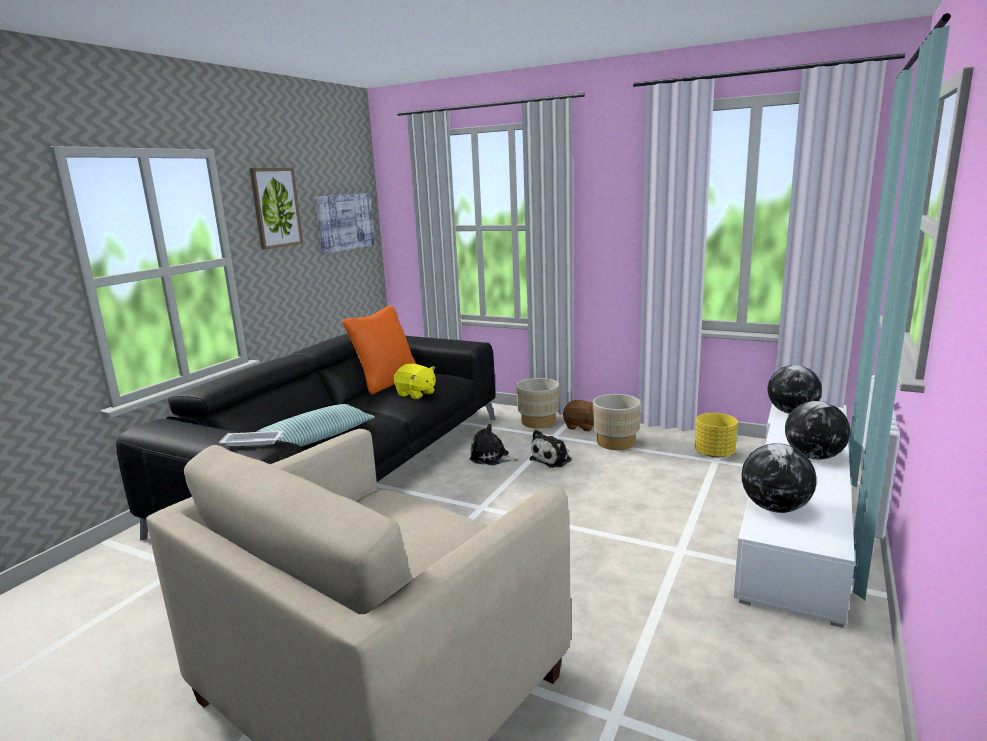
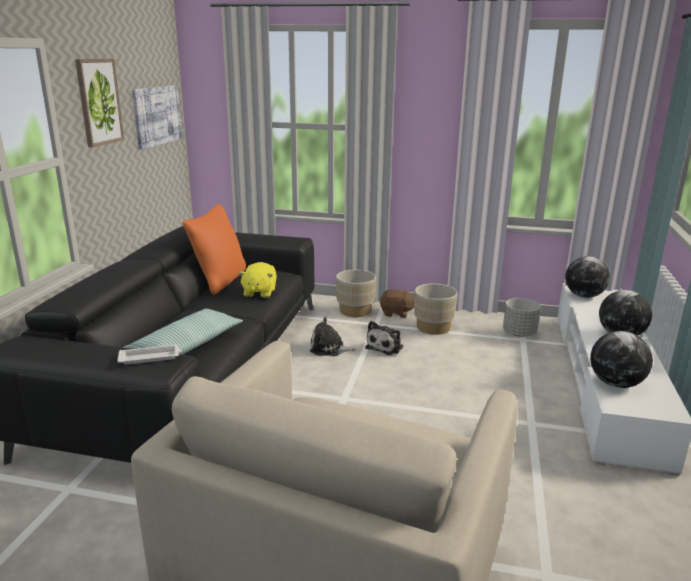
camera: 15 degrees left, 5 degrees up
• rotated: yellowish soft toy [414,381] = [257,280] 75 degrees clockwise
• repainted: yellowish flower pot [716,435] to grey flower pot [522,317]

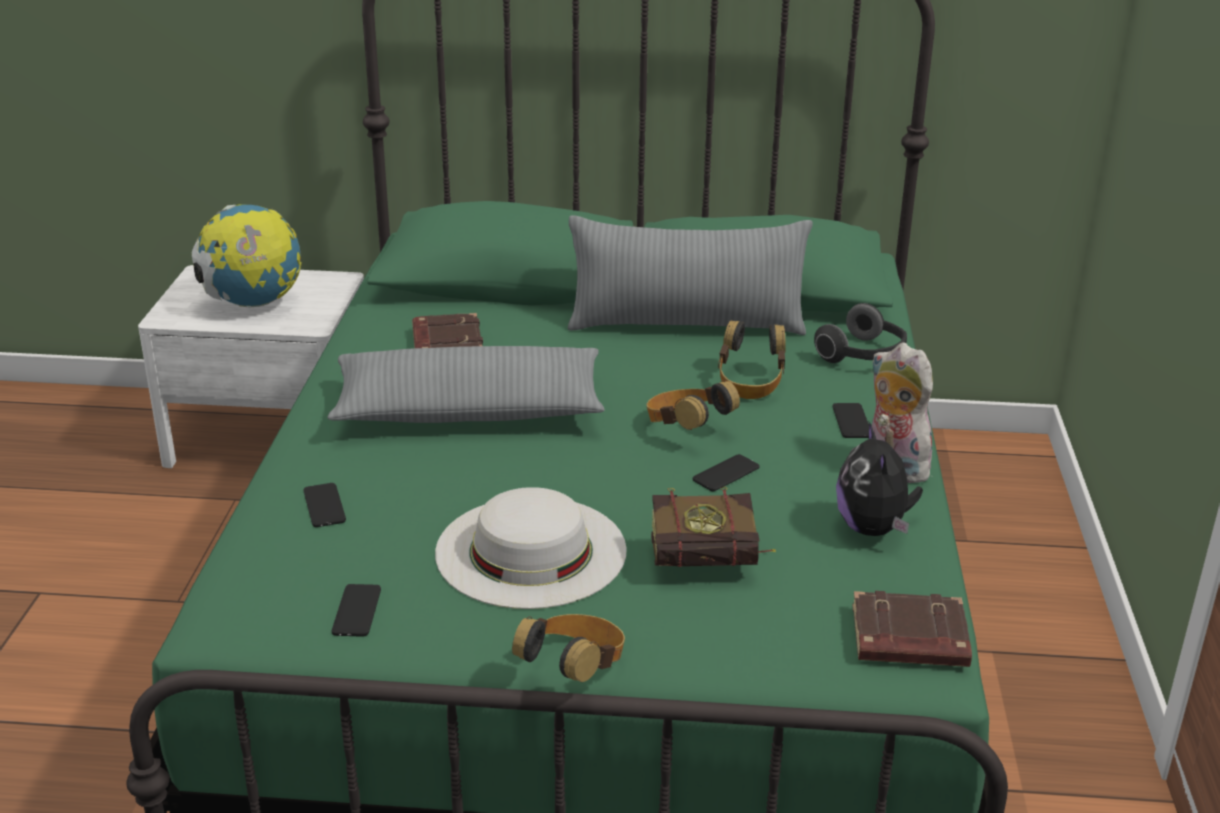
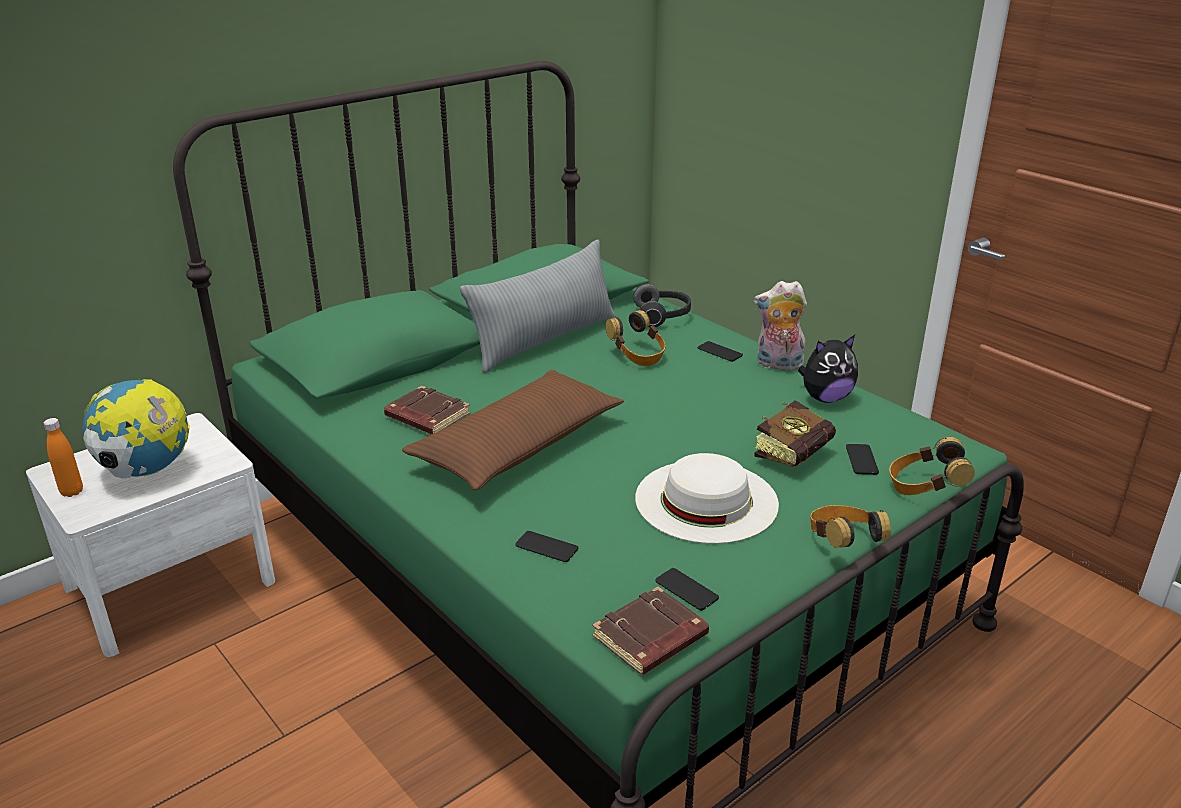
camera: 45 degrees left, 0 degrees up
• repainted: grey throw pillow [466,384] to brown-coloured throw pillow [513,430]
• shifted: pair of headphones [693,405] to [932,466]
• shifted: handset [726,473] to [862,459]
• rotated: soft toy [879,478] = [828,369] 60 degrees counterclockwise
• shifted: brown-coloured volume [912,629] to [650,631]
• new: orange-coloured beverage bottle [63,457]

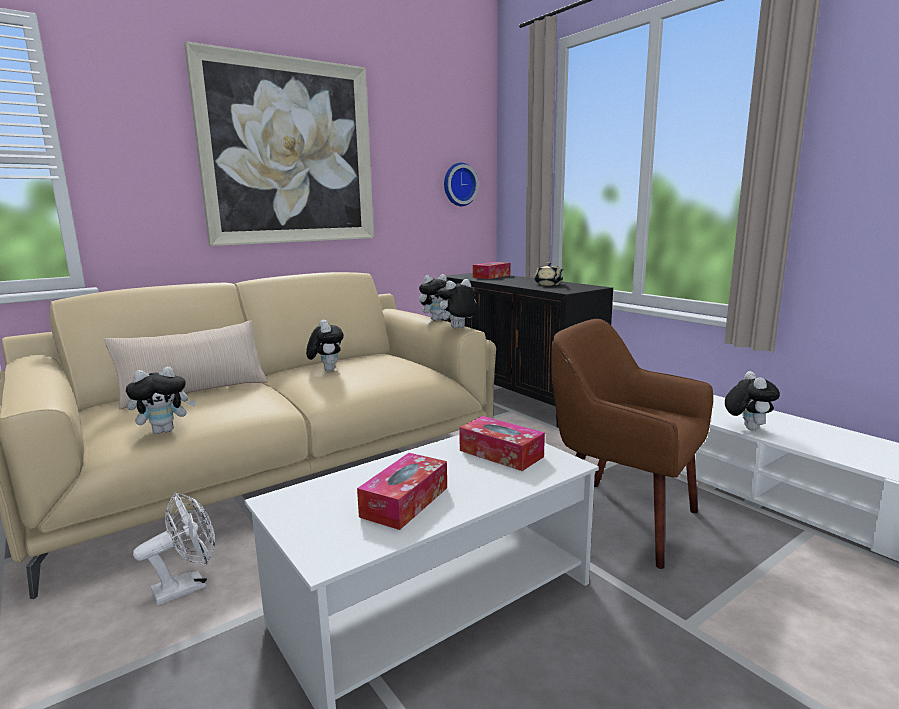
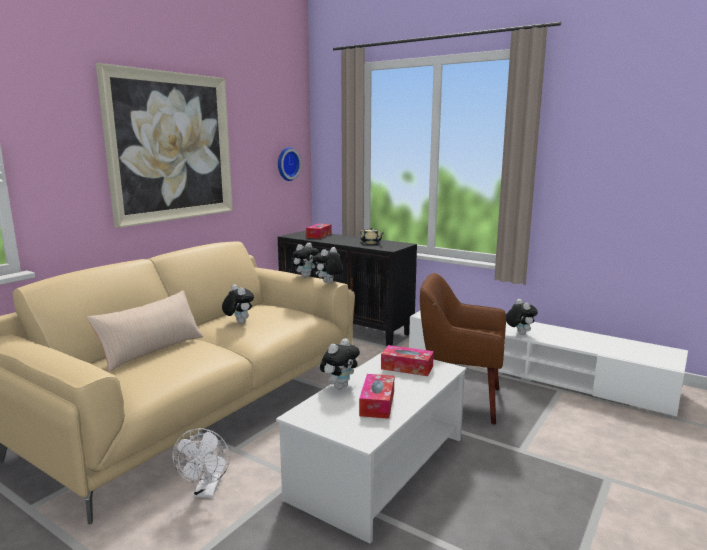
camera: 20 degrees left, 0 degrees up
• shifted: soft toy [161,400] to [340,363]
• rotated: white-coloured cooling fan [174,549] = [201,463] 150 degrees clockwise

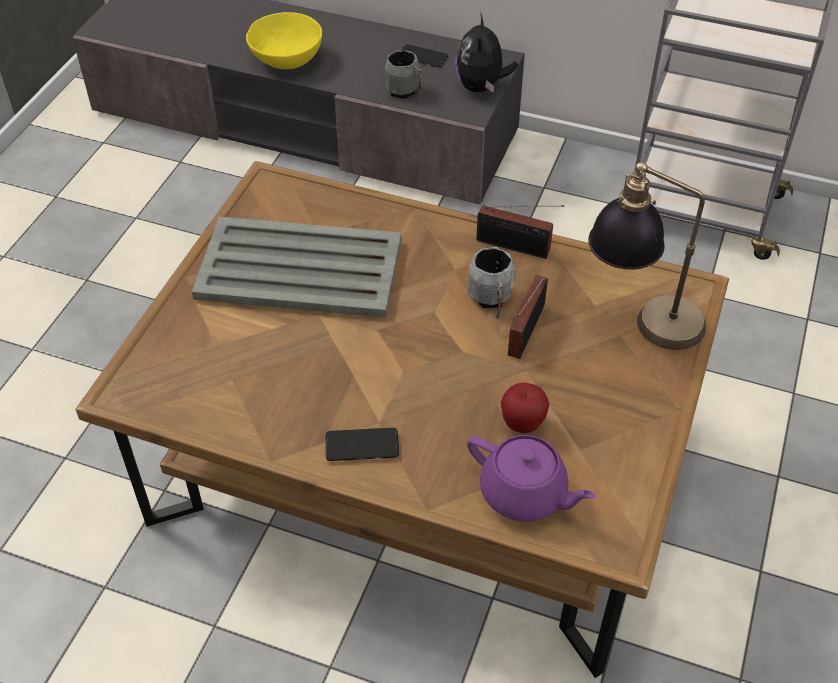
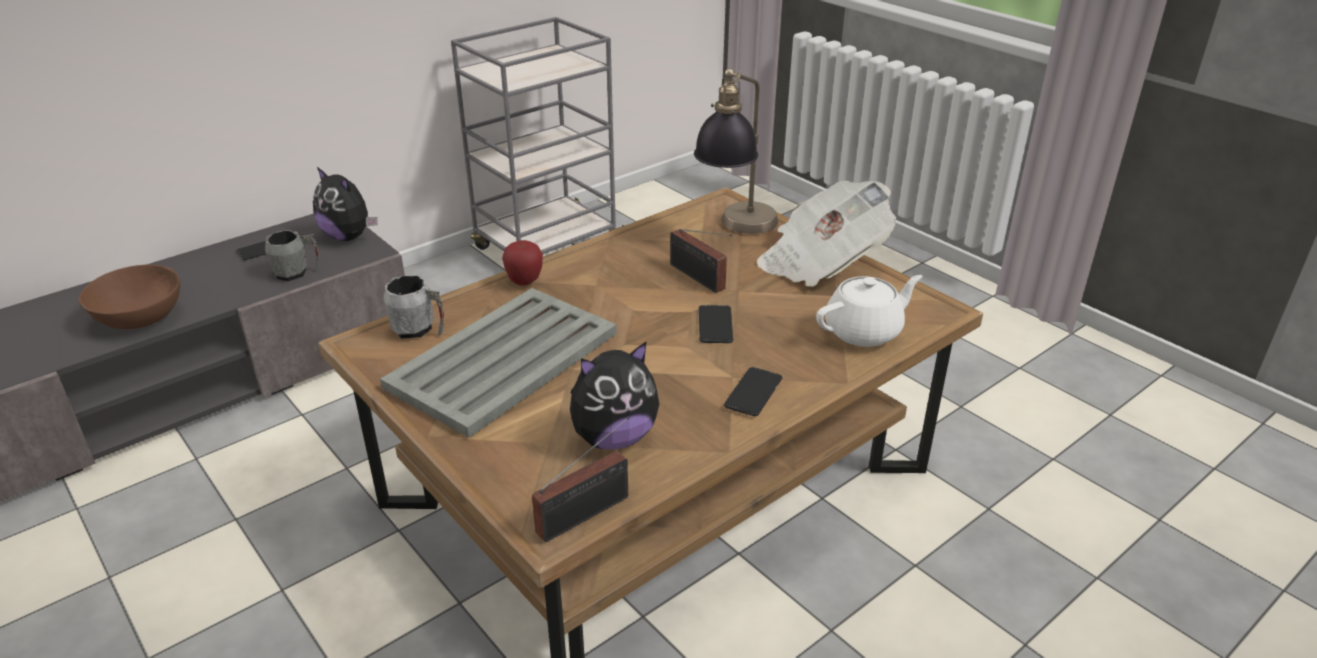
camera: 60 degrees left, 15 degrees down
• repainted: yellowish bowl [284,41] to brown-coloured bowl [129,297]
• repainted: purple-coloured teapot [531,478] to white-coloured teapot [869,311]
• shifted: grey tea mug [491,283] to [414,307]
• shifted: radio set [520,232] to [581,479]
• shifted: apple [525,408] to [522,263]
• new: soft toy [614,396]
• new: handset [716,324]
• new: newspaper [826,233]

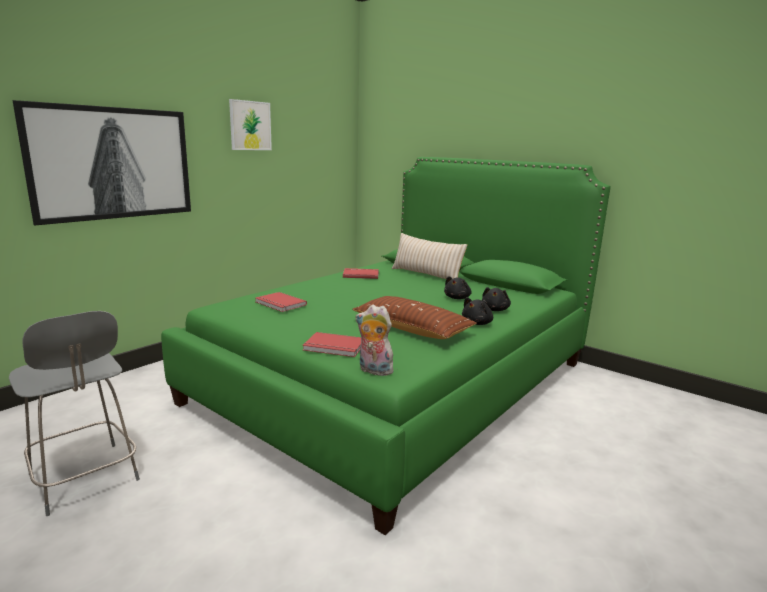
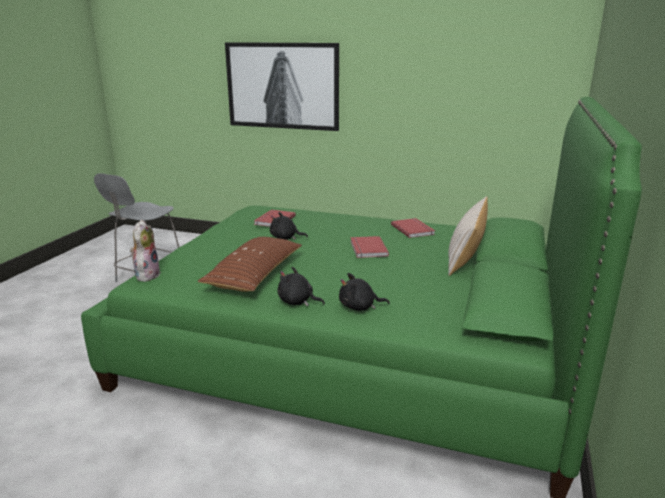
camera: 70 degrees right, 5 degrees up
• gone: picture [250,124]
• shifted: reddish volume [331,344] to [369,247]
• shifted: black soft toy [458,287] to [289,226]

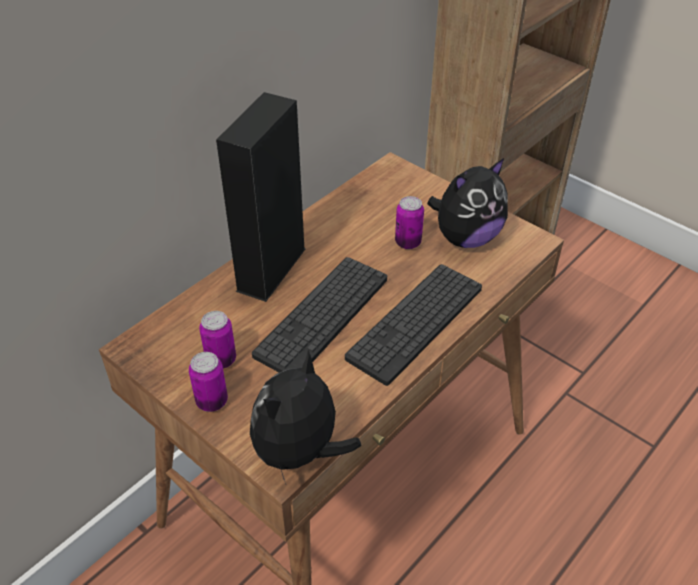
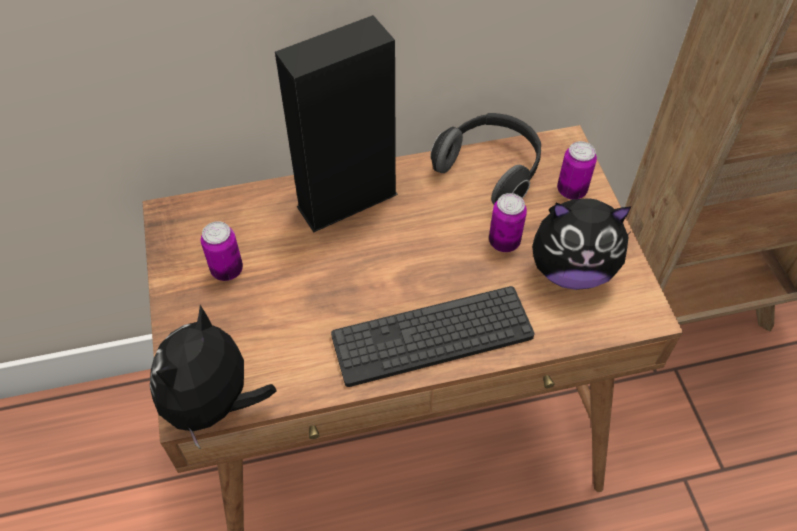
camera: 35 degrees right, 10 degrees up
• shifted: metal can [208,382] to [577,170]
• rotated: soft toy [306,417] = [213,377] 45 degrees counterclockwise
• gone: computer keyboard [319,314]
• new: pair of headphones [485,158]

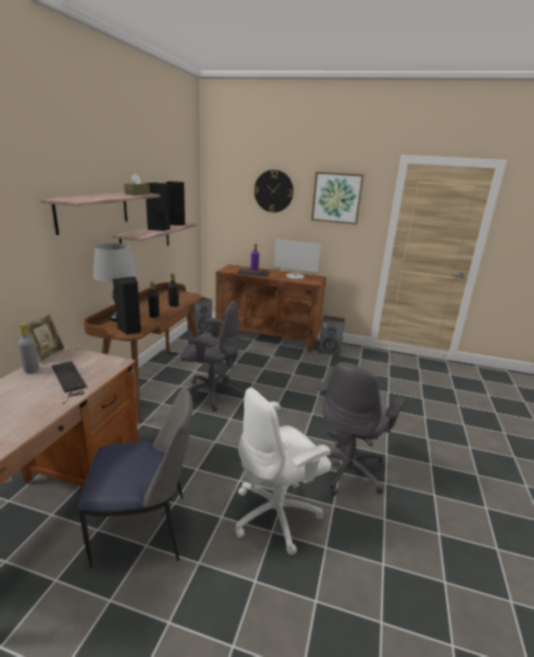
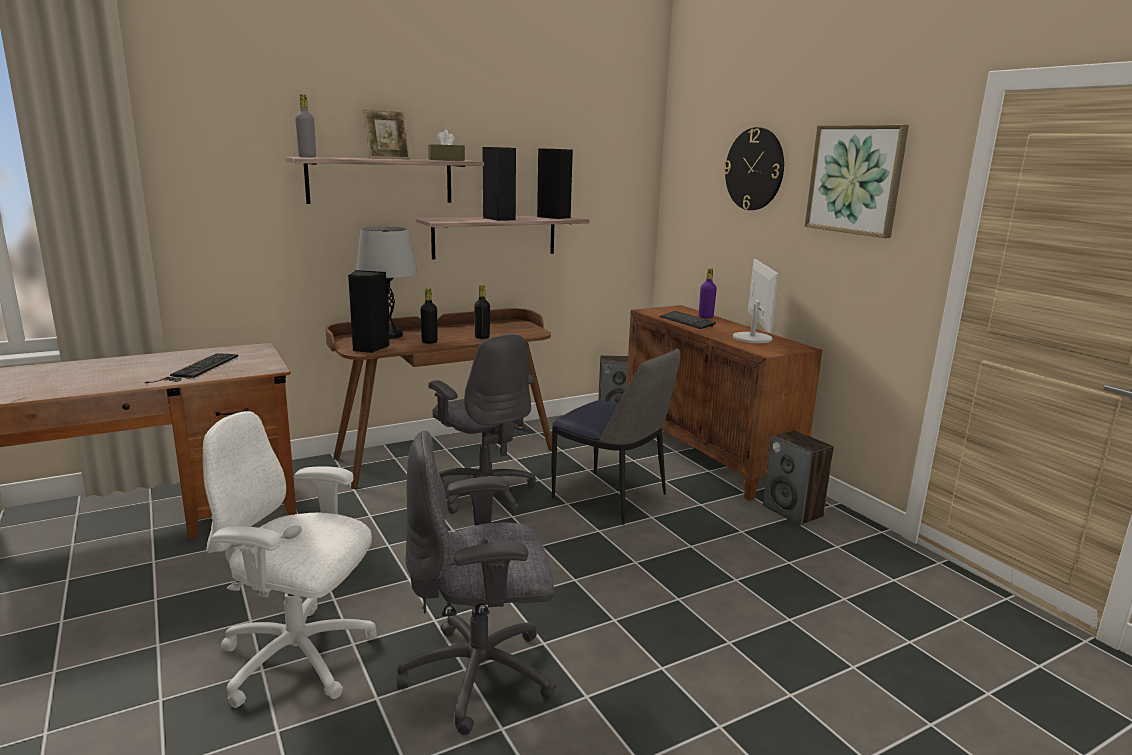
camera: 45 degrees right, 5 degrees down
• shifted: grey beverage bottle [28,349] to [305,125]
• shifted: standing frame [45,338] to [386,134]
• shifted: upright chair [135,477] to [616,436]
• rotated: computer display [297,259] = [756,301] 150 degrees counterclockwise

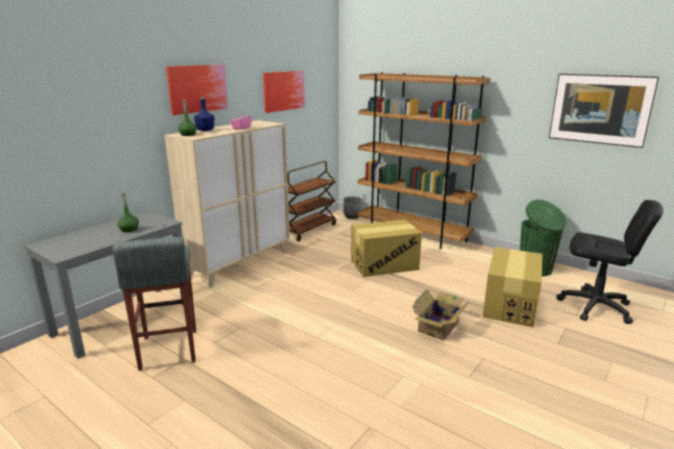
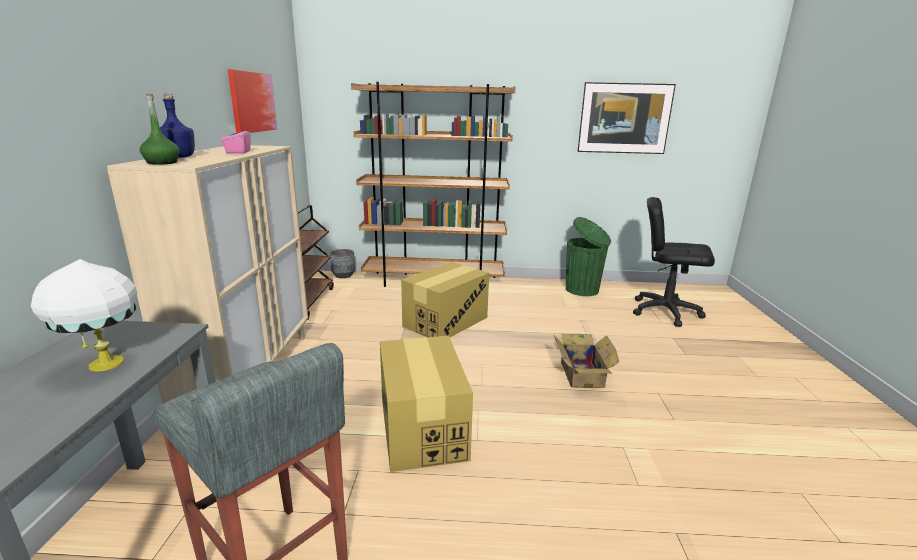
camera: 35 degrees left, 0 degrees up
• swapped: greenish beverage bottle [128,212] to white-coloured tabletop lamp [84,315]
• gone: picture [197,89]
• shifted: cardboard box [512,287] to [426,404]
• rotated: black computer chair [609,262] = [674,262] 150 degrees counterclockwise

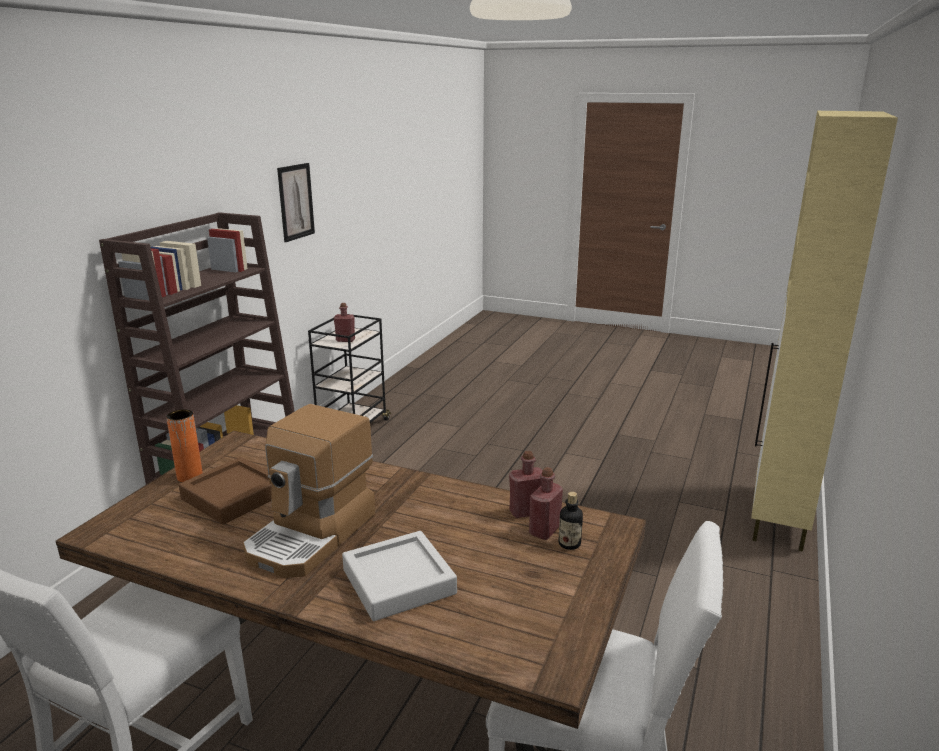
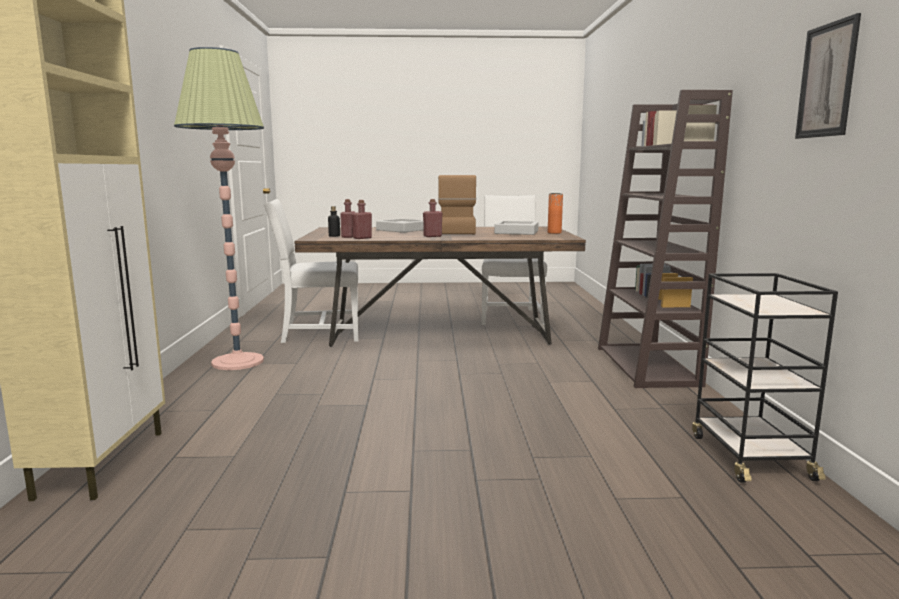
camera: 155 degrees right, 10 degrees down
• repainted: brown-coloured serving tray [225,491] to grey serving tray [516,228]
• shifted: reddish beverage bottle [344,322] to [433,218]
• new: standing lamp [219,208]

